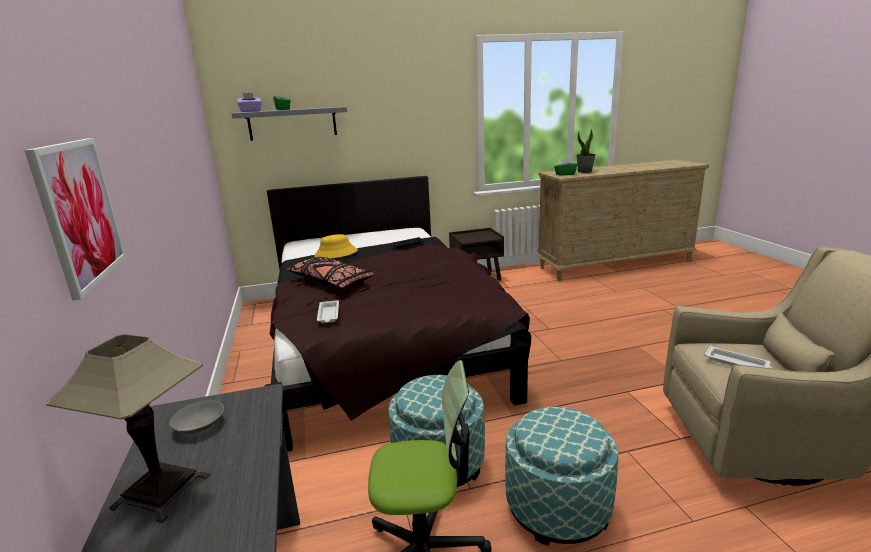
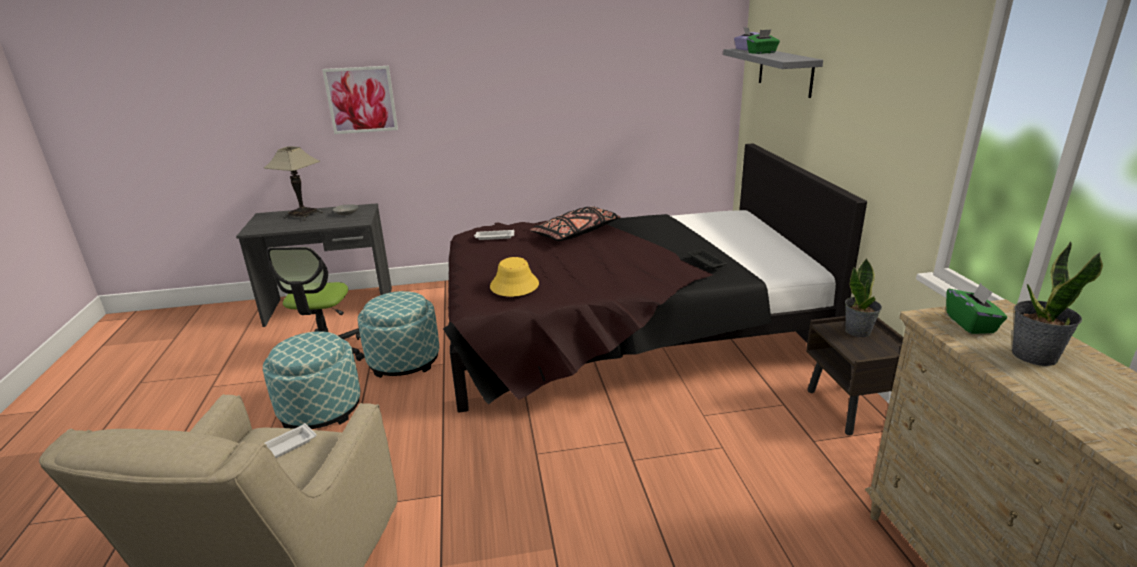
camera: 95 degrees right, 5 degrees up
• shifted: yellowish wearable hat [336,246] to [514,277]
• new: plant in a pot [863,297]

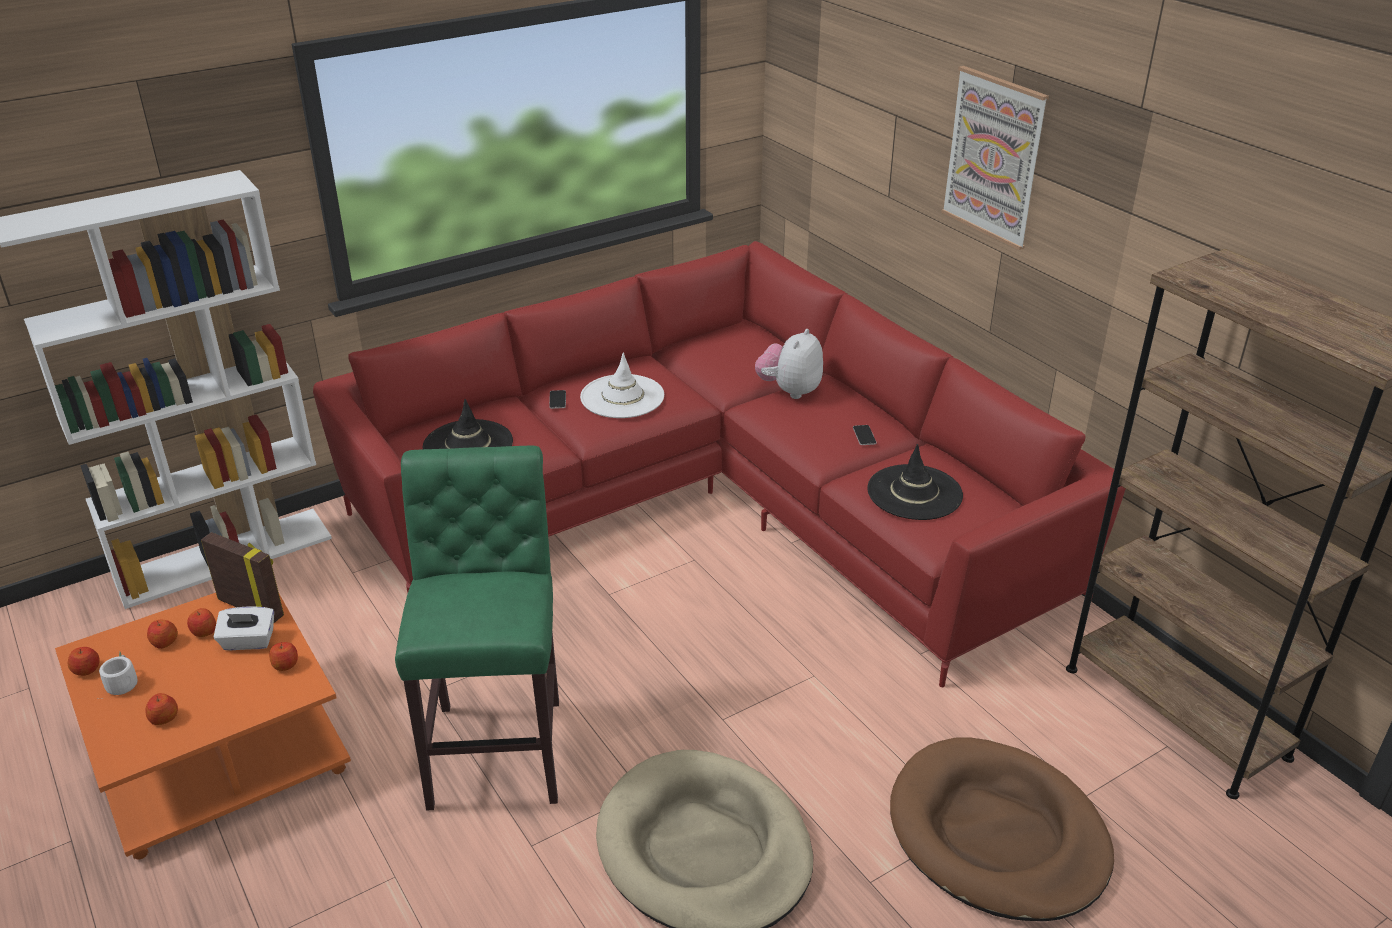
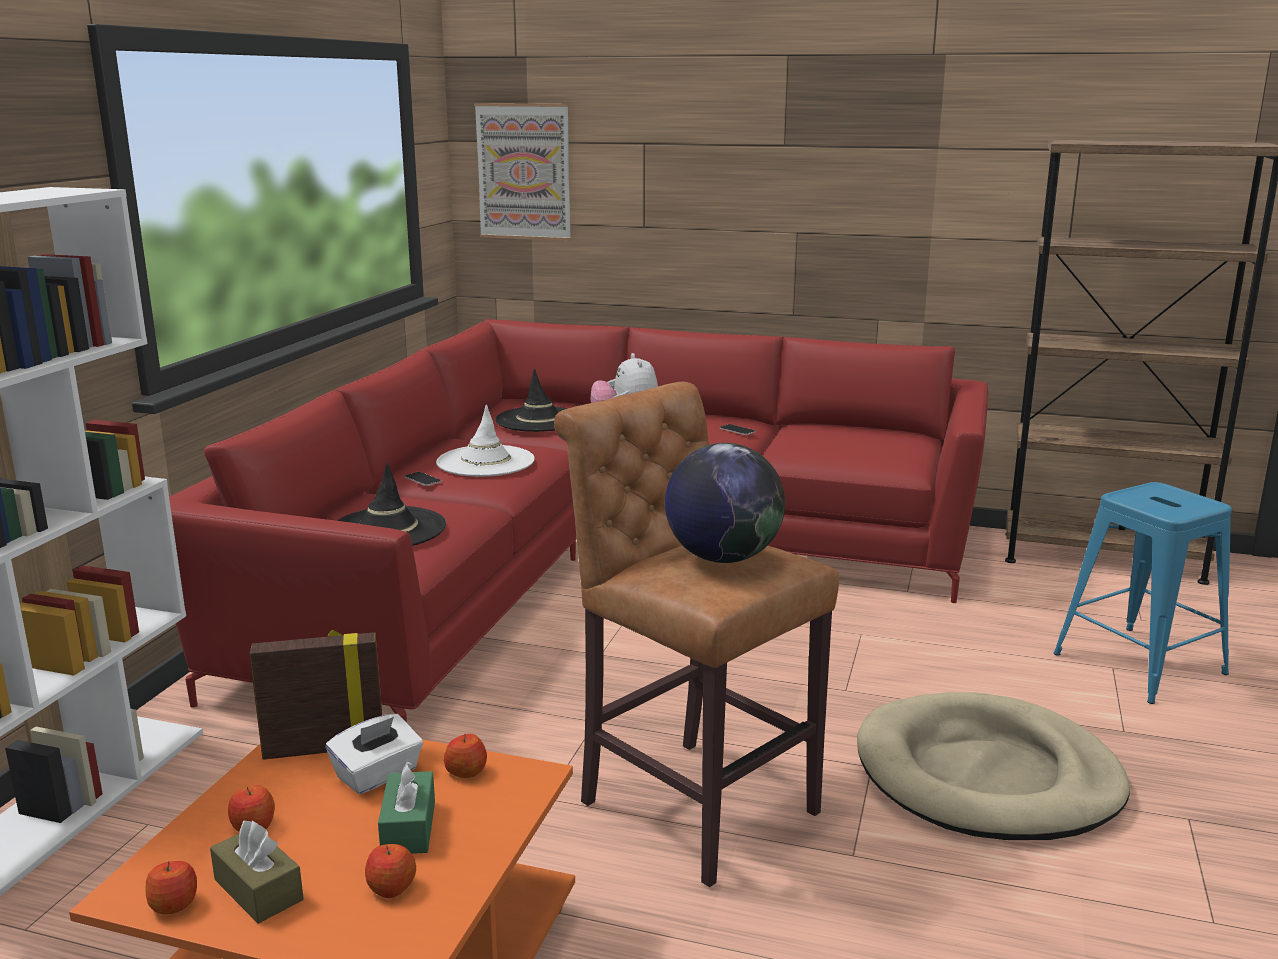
camera: 40 degrees left, 15 degrees down
• swapped: white-coloured tea mug [118,675] to brown-coloured tissue box [257,872]
• gone: apple [201,622]
• repainted: greenish stool [477,628] to brown-coloured stool [696,634]
• shifted: black wearable hat [915,482] to [531,400]
• swapped: brown-coloured dog bed [1002,829] to blue stool [1143,593]
• shifted: picture [995,158] to [522,172]
• new: greenish tissue box [406,807]
• new: desk globe [725,503]

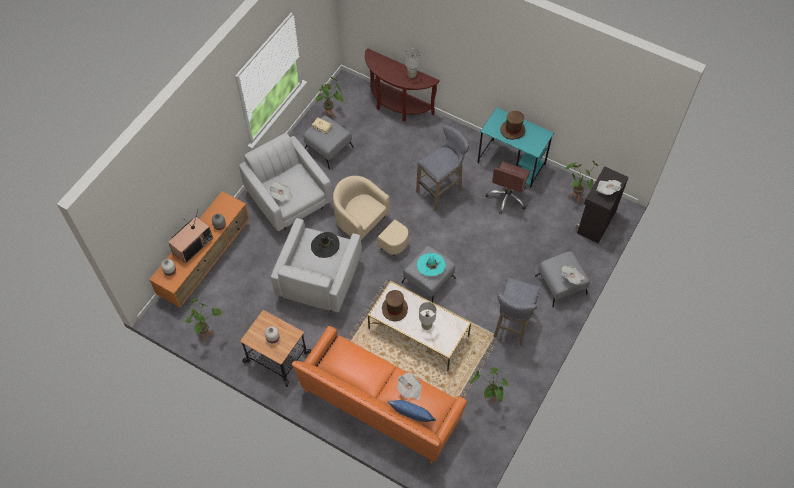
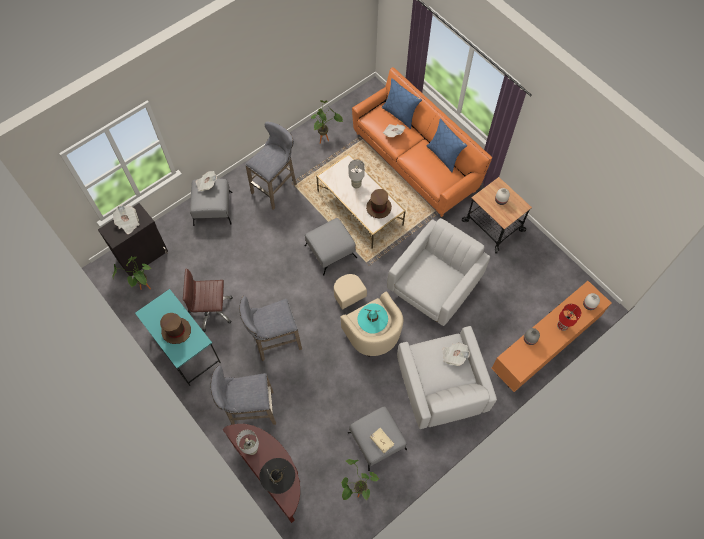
camera: 160 degrees left, 5 degrees up
• swapped: TV set [190,236] to reddish tabletop lamp [569,317]
• gone: plant in a pot [204,320]
• shifted: black wearable hat [325,245] to [277,476]
• shifted: blue-green wearable hat [431,263] to [373,318]
• rotated: brown-coloured computer chair [508,187] = [207,300] 135 degrees counterclockwise
• new: grey stool [243,395]
• new: blue throw pillow [447,145]

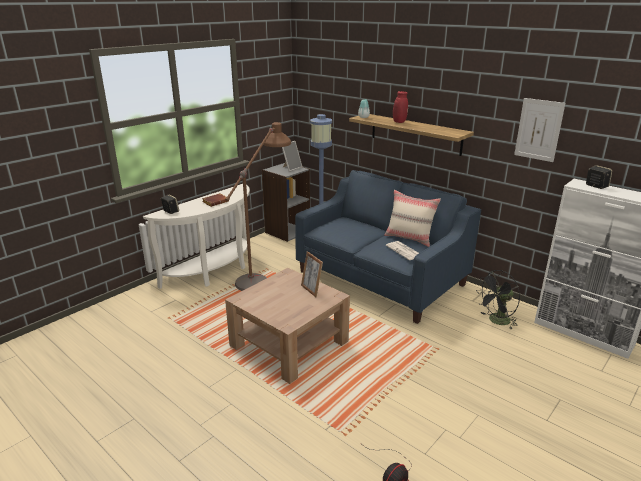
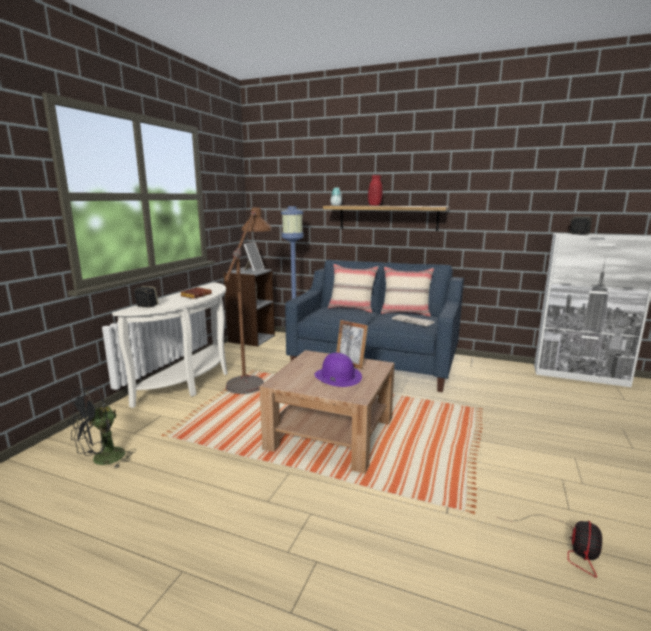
camera: 20 degrees left, 10 degrees down
• shifted: black cooling fan [498,299] to [102,427]
• gone: picture [539,130]
• new: purple-coloured wearable hat [338,370]
• new: sand-coloured throw pillow [353,288]

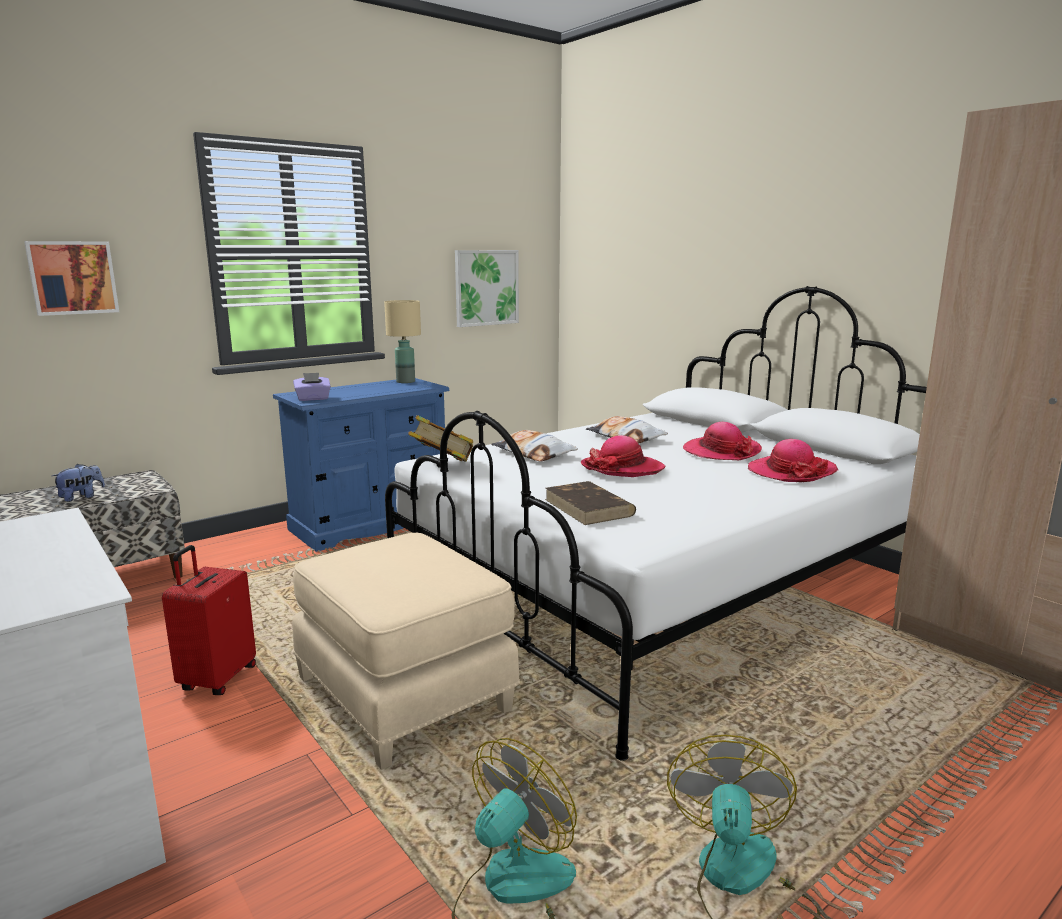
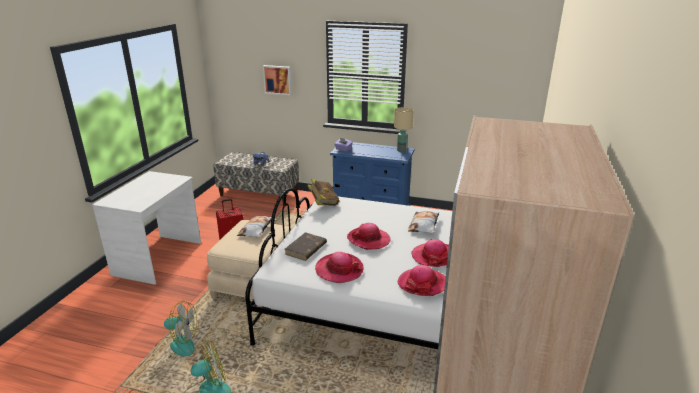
camera: 55 degrees right, 10 degrees up
• gone: picture [487,288]
• shifted: throw pillow [534,446] to [254,227]
• new: wearable hat [339,267]

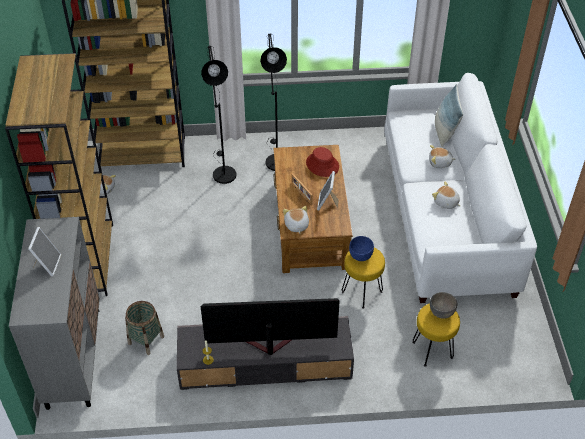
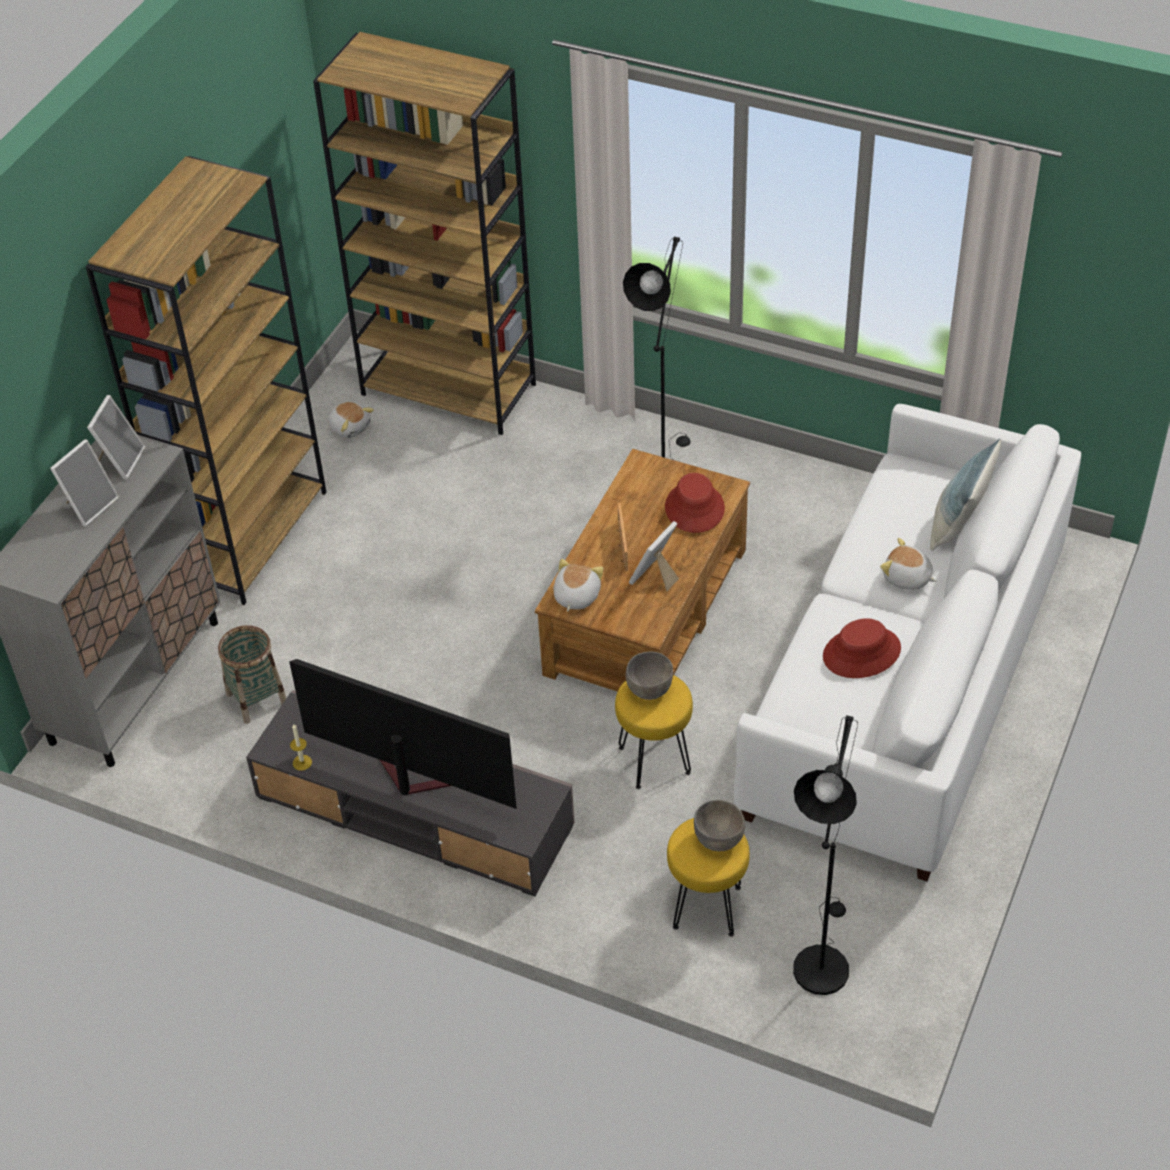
camera: 30 degrees right, 0 degrees up
• shifted: black standing lamp [218,115] to [825,855]
• repainted: blue bowl [361,248] to grey bowl [649,676]
• swapped: soft toy [446,195] to reddish wearable hat [862,648]
• new: standing frame [116,437]

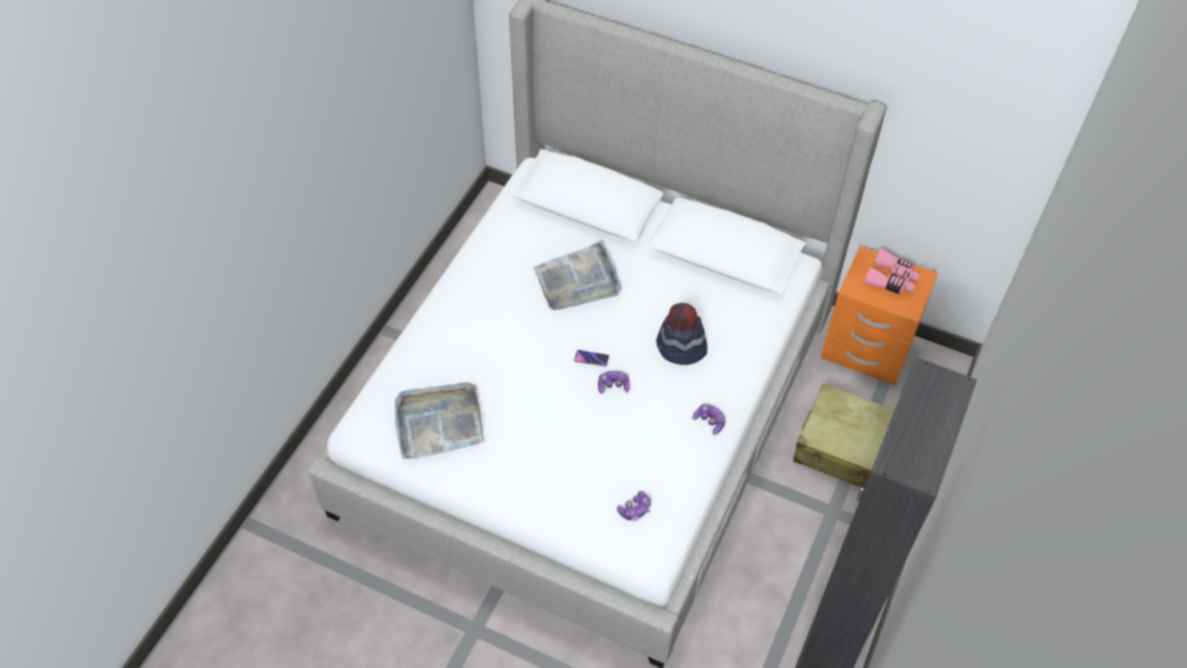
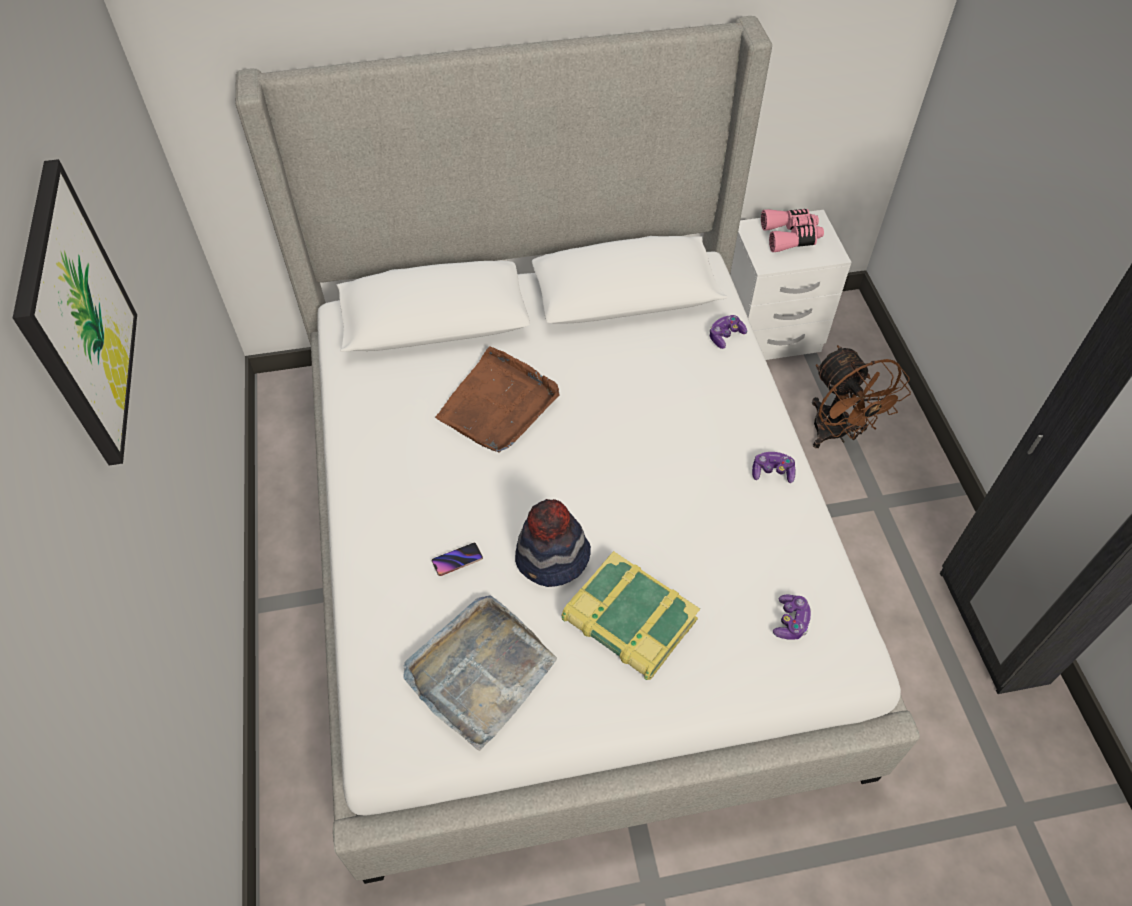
camera: 35 degrees left, 0 degrees up
• repainted: grey serving tray [578,275] to brown-coloured serving tray [497,400]
• shifted: handset [591,358] to [457,559]
• shifted: joypad [614,382] to [728,332]
• shifted: wearable hat [681,334] to [553,543]
• swapped: sand-coloured suitcase [844,436] to brown-coloured cooling fan [861,396]
• repainted: orange-coloured nightstand [879,316] to white-coloured nightstand [791,285]
• new: picture [75,312]
• new: volume [631,615]

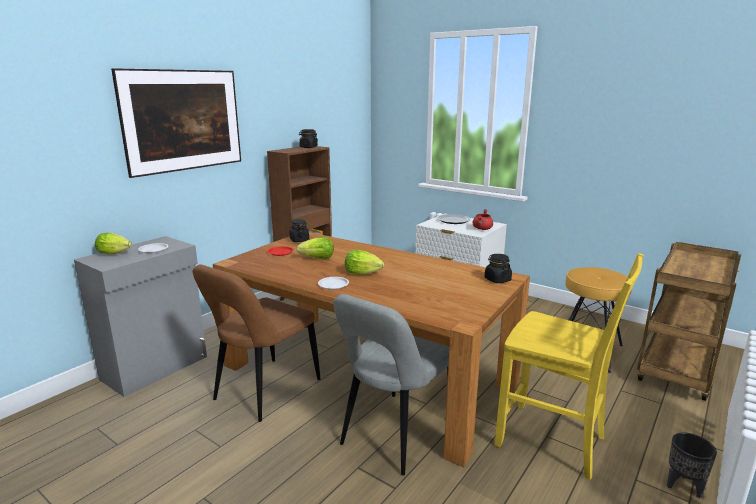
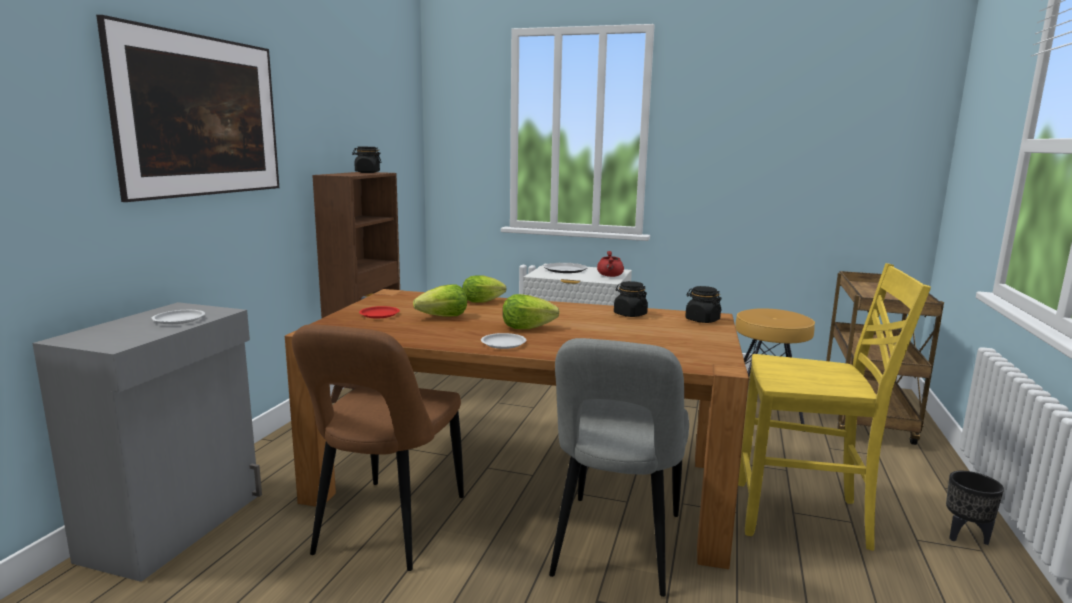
camera: 20 degrees left, 5 degrees down
• shifted: lettuce [113,243] to [484,289]
• shifted: black preserve jar [299,230] to [631,299]

